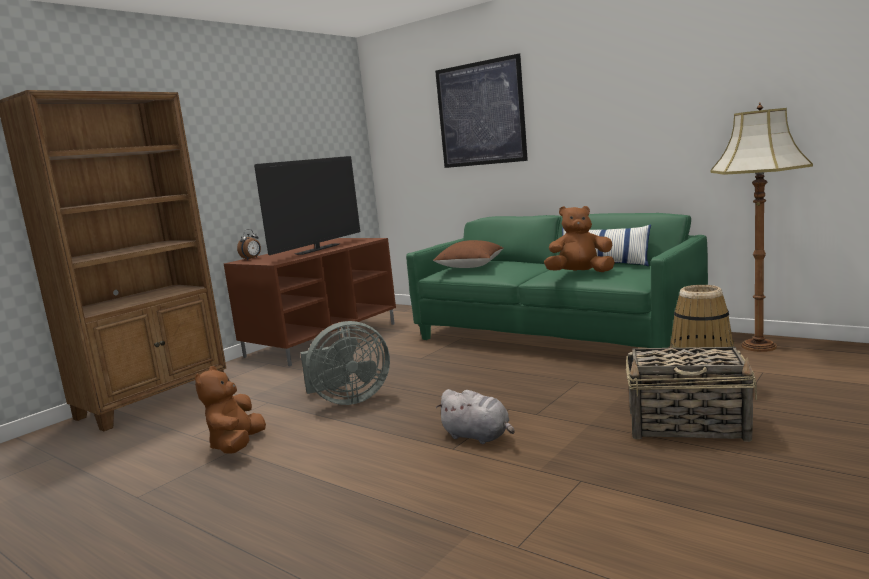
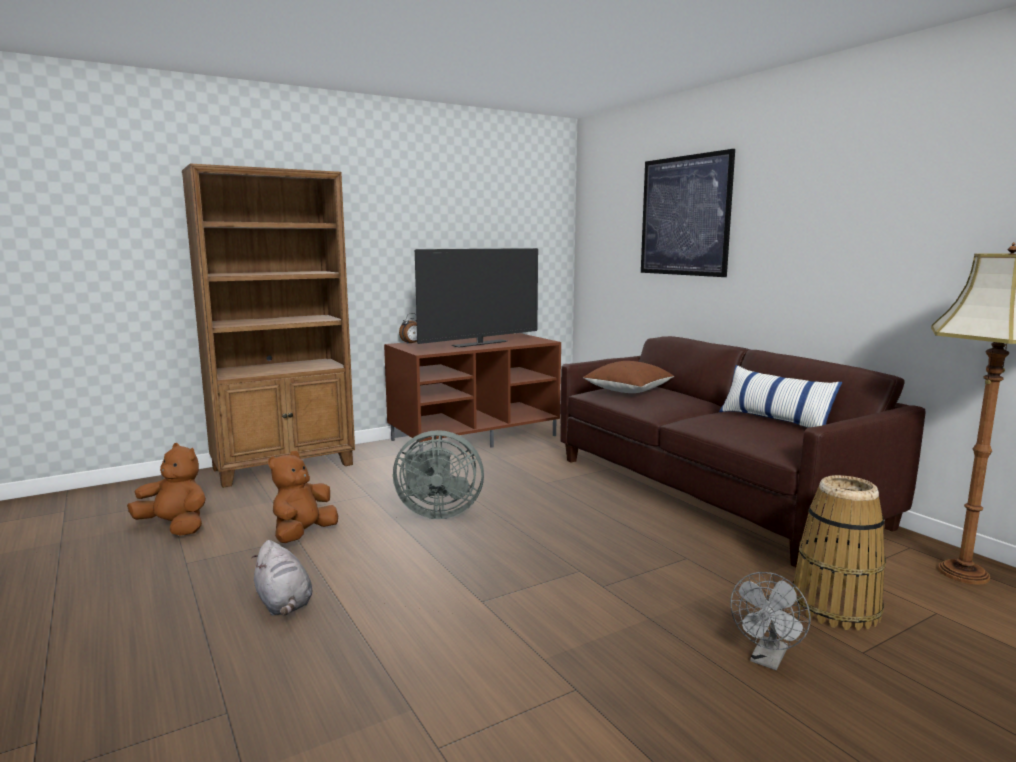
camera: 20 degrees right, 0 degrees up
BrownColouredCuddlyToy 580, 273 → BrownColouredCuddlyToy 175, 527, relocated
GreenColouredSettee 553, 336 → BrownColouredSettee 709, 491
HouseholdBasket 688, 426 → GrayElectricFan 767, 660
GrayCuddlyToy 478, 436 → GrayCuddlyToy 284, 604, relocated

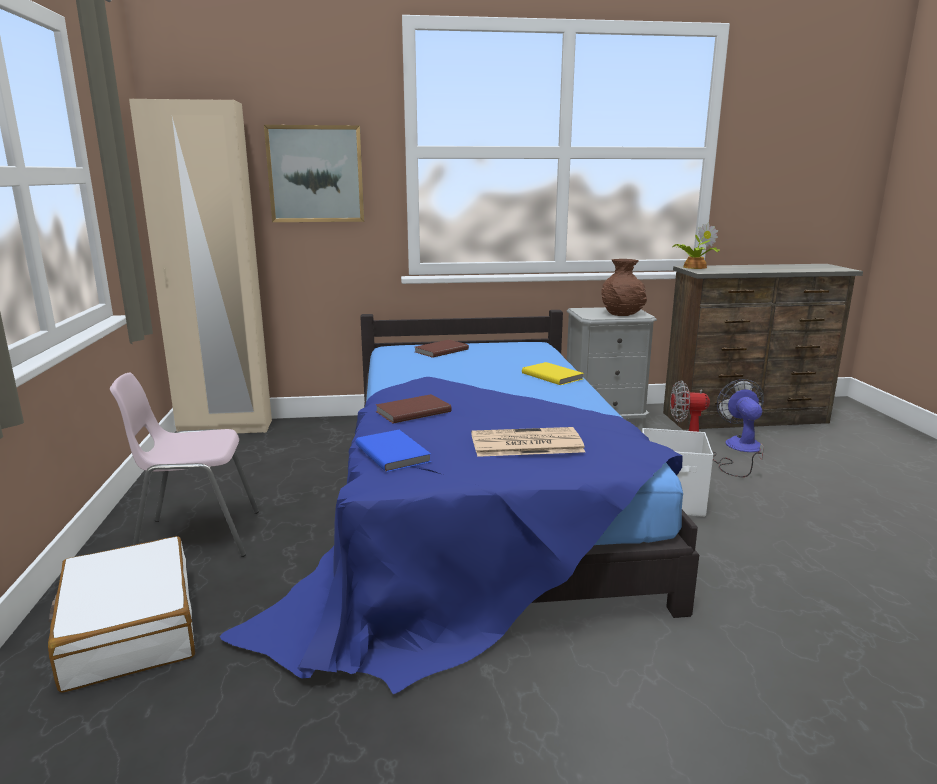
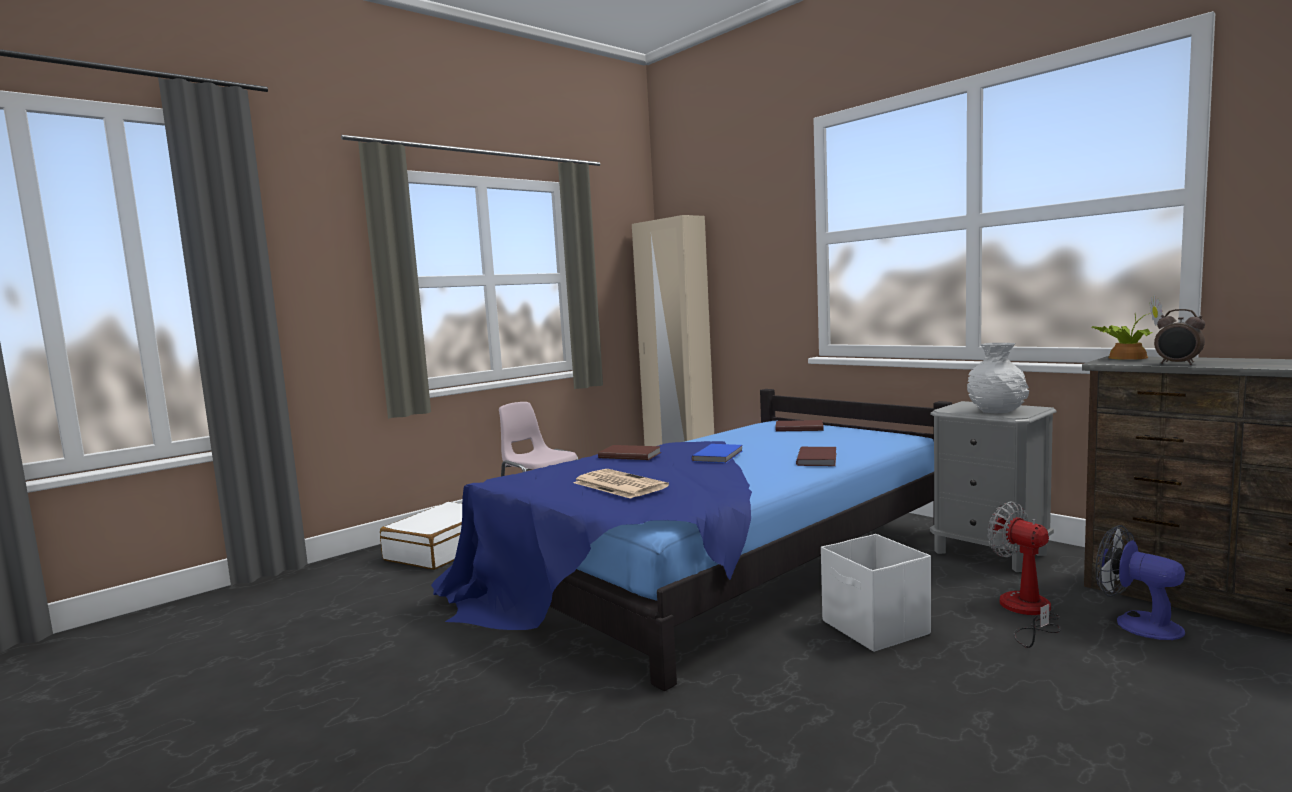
camera: 55 degrees right, 10 degrees down
Picture 316, 174 → -
BrownColouredFlowerVase 622, 314 → WhitishFlowerVase 997, 411
YellowishBoundBook 552, 375 → BrownColouredBoundBook 818, 459
ElectricFan 740, 442 → ElectricFan 1137, 623, 90 degrees counterclockwise
BlueColouredBoundBook 394, 453 → BlueColouredBoundBook 719, 456, relocated
- → AlarmClock 1178, 364

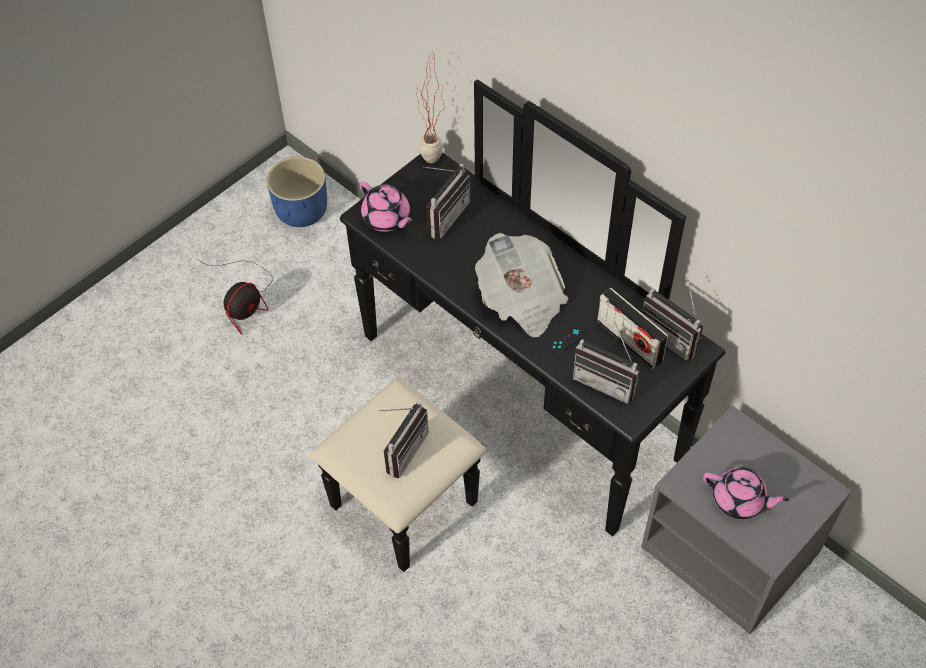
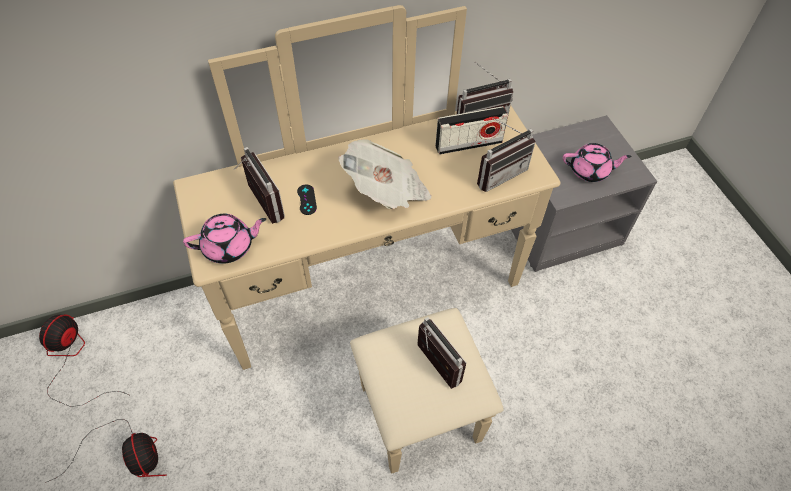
camera: 65 degrees left, 0 degrees up
PlantInAPot 432, 165 → -
BlackColouredChestOfDrawers 495, 421 → BeigeChestOfDrawers 383, 312
BlueColouredPlanter 302, 211 → ElectricFan 73, 361
BlackColouredJoypad 566, 339 → BlackColouredJoypad 307, 199, relocated
PinkPotForTea 739, 500 → PinkPotForTea 590, 171, 45 degrees clockwise

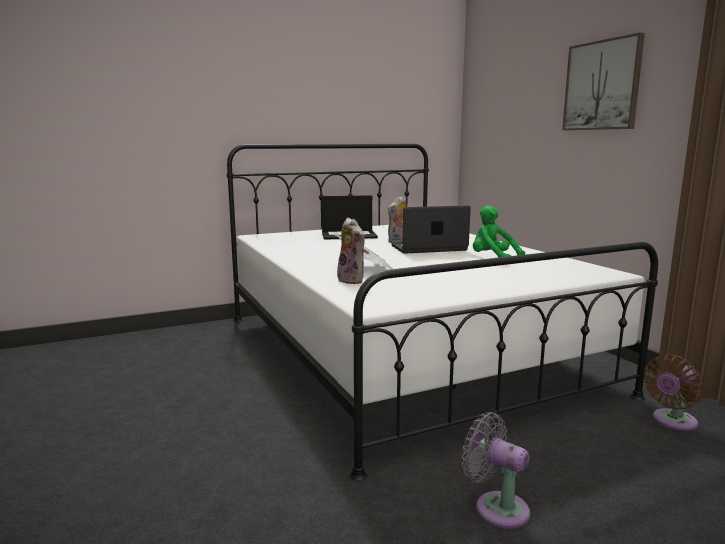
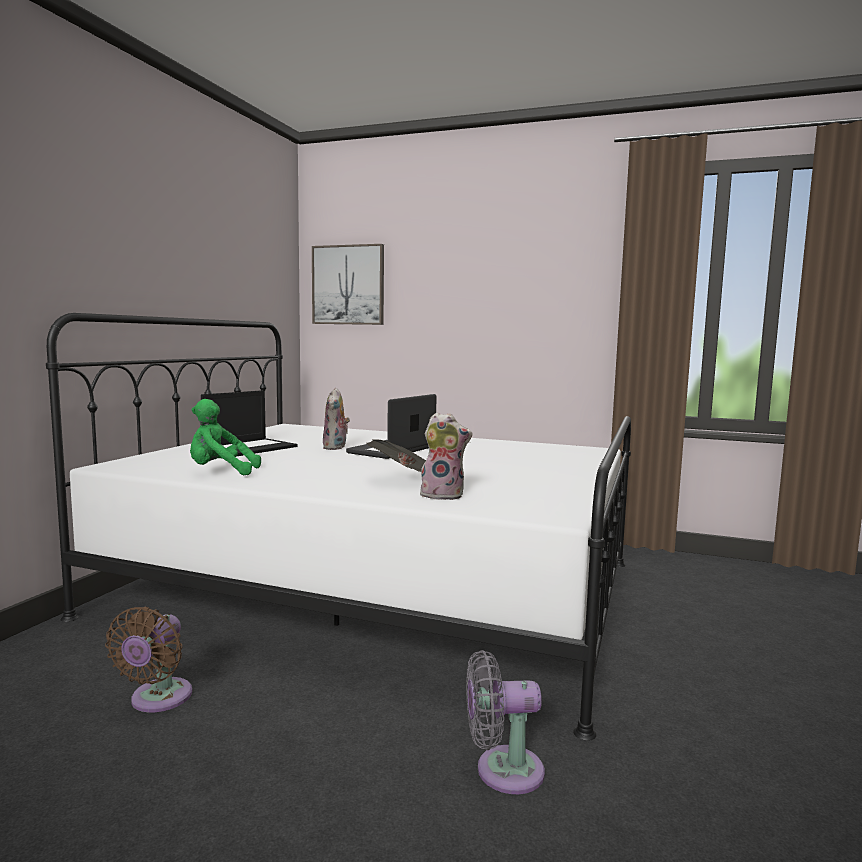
camera: 45 degrees left, 5 degrees down
Picture 602, 85 → Picture 348, 285, relocated
GreenColouredCuddlyToy 493, 259 → GreenColouredCuddlyToy 220, 472, relocated
BrownColouredElectricFan 672, 422 → BrownColouredElectricFan 157, 700, relocated
GrayElectricFan 496, 507 → GrayElectricFan 502, 770, relocated

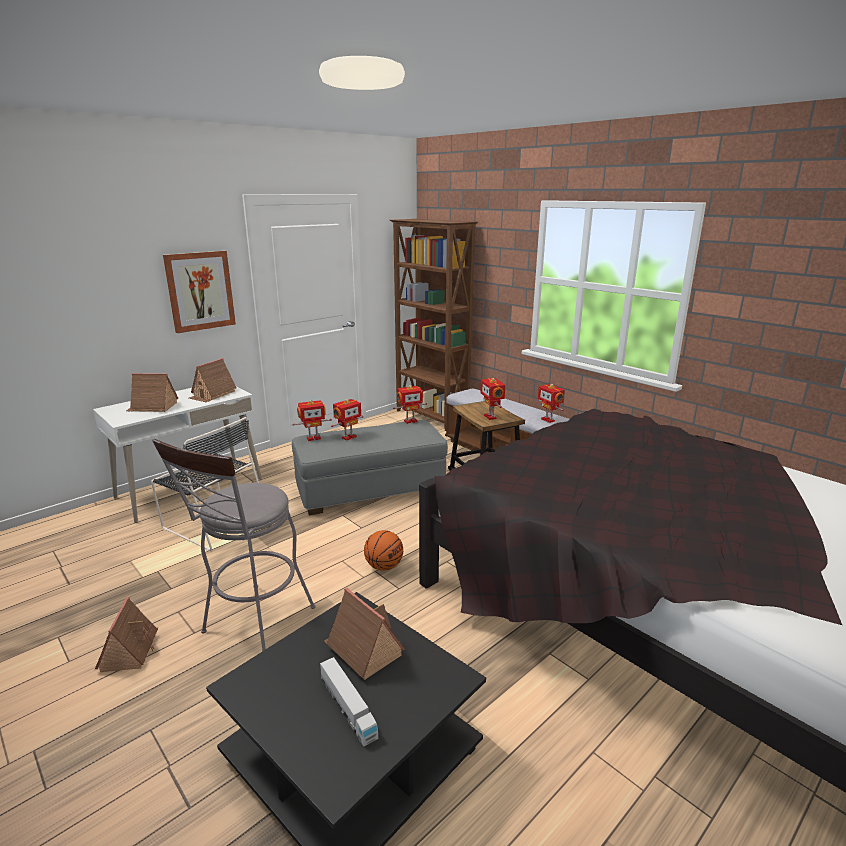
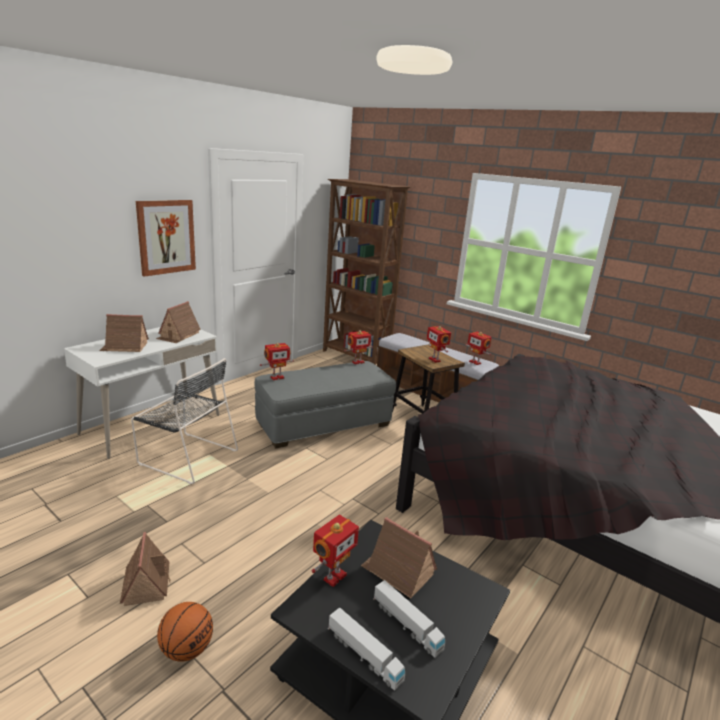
camera: 10 degrees left, 0 degrees up
ModelRobot 348, 437 → ModelRobot 333, 576, relocated
GrayStool 253, 625 → -
Basketball 384, 566 → Basketball 187, 649, relocated
- → ToyTruck 364, 655

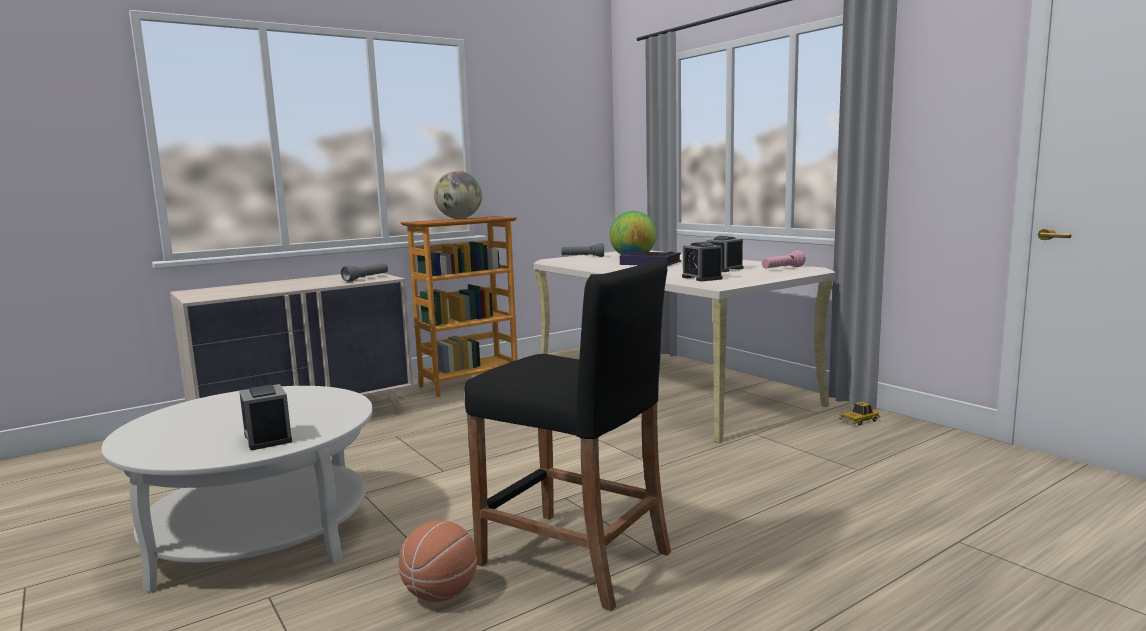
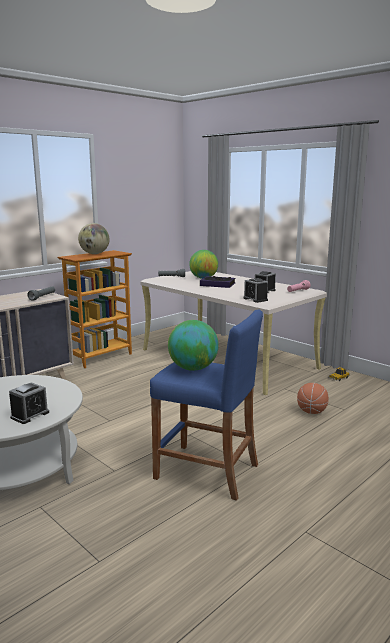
camera: 10 degrees left, 5 degrees up
BlackColouredStool 574, 558 → BlueColouredStool 206, 471
AlarmClock 268, 438 → AlarmClock 30, 415, 105 degrees counterclockwise
Basketball 441, 594 → Basketball 311, 412, relocated
- → DeskGlobe 193, 368

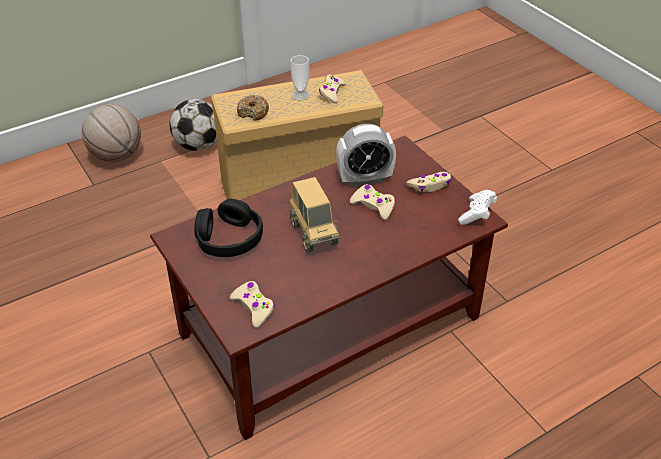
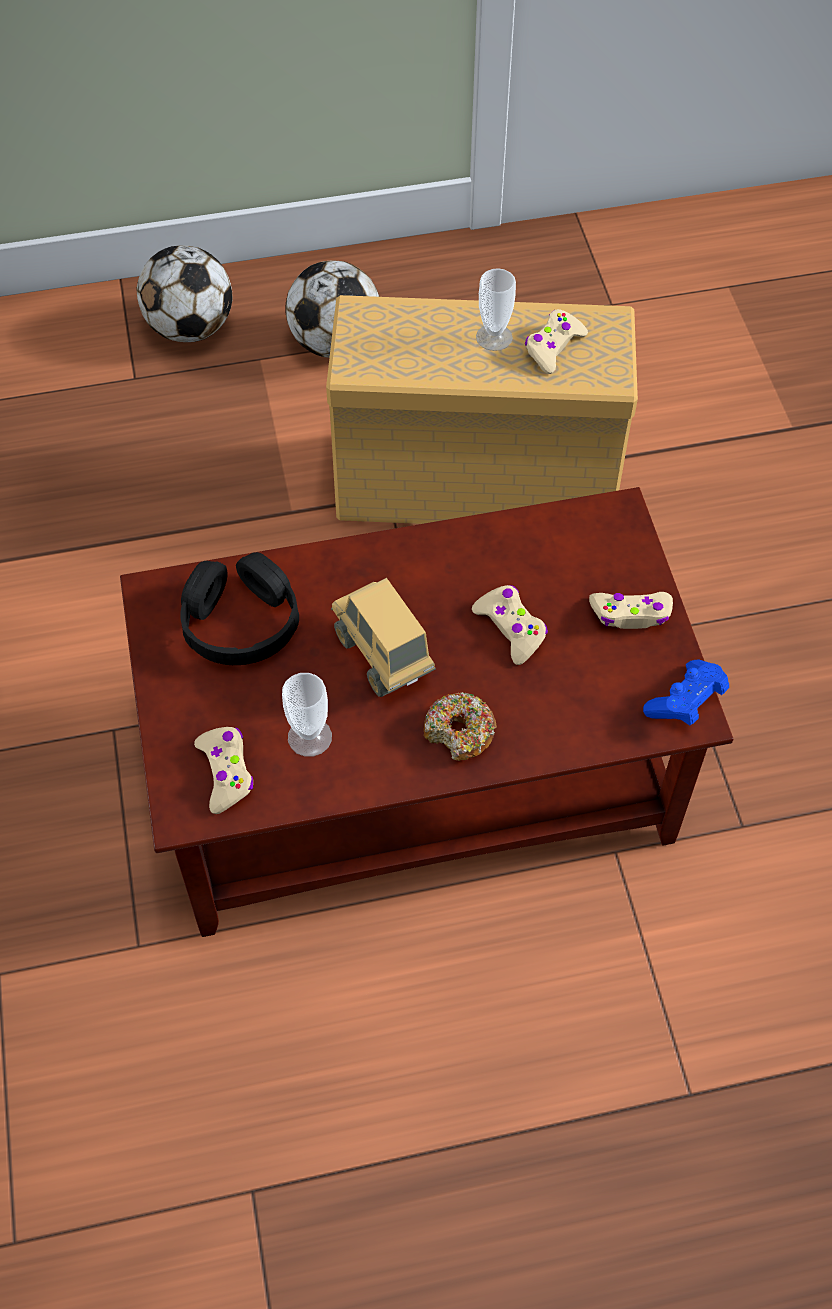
camera: 20 degrees right, 15 degrees up
Donut 253, 112 → Donut 459, 732, relocated
Basketball 116, 156 → Football 191, 328
AlarmClock 365, 179 → -
ToyTruck 313, 234 → ToyTruck 383, 656, 150 degrees clockwise
WhitishJoypad 476, 214 → BlueColouredJoypad 685, 702
- → SmallCup 309, 737

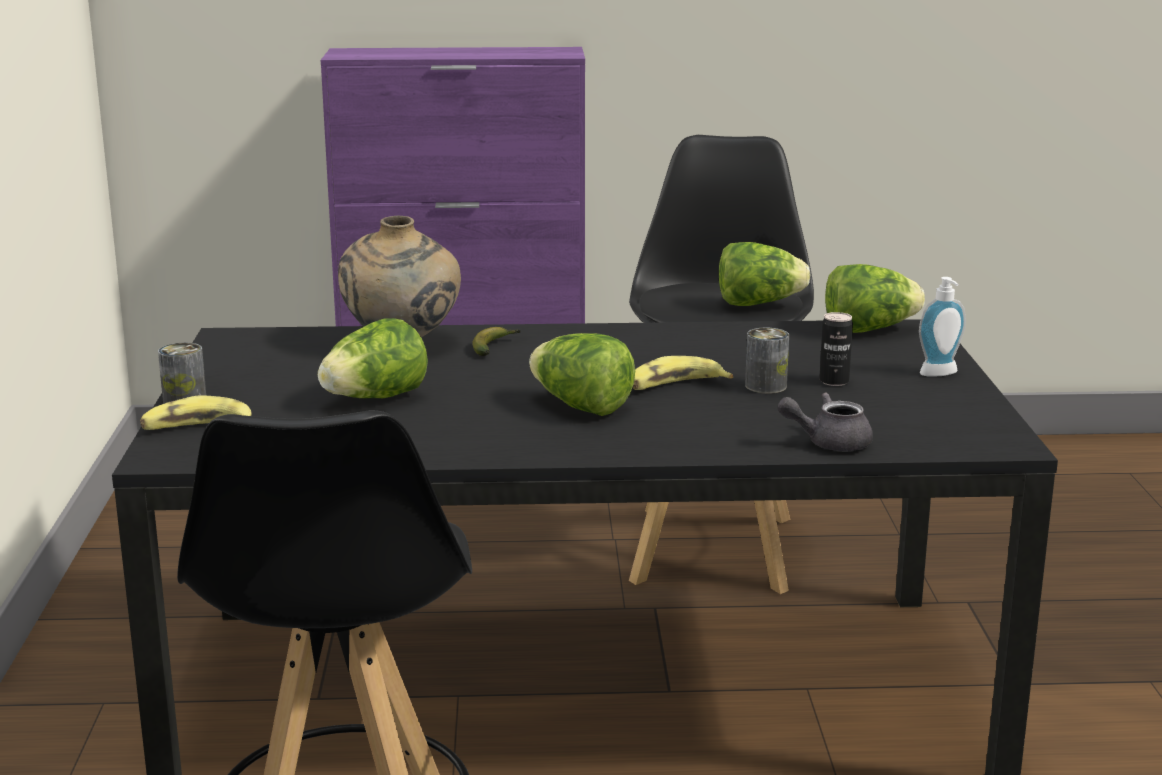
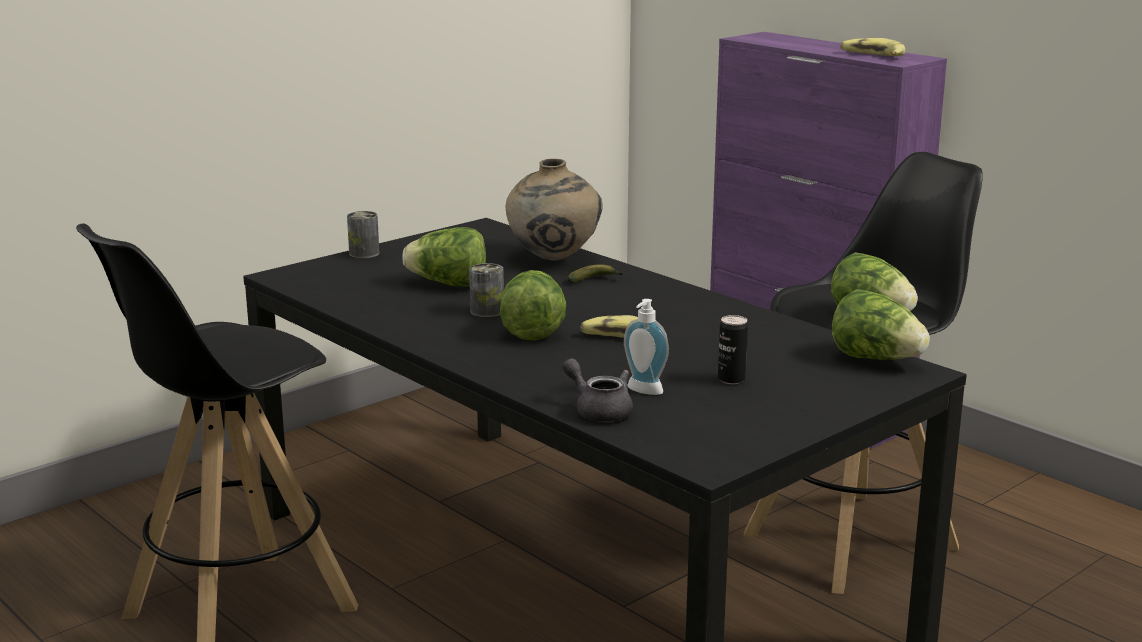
camera: 50 degrees right, 0 degrees up
SoapDispenser 941, 374 → SoapDispenser 642, 391, relocated
Can 765, 386 → Can 487, 311, relocated
Banana 197, 429 → Banana 872, 56, relocated

